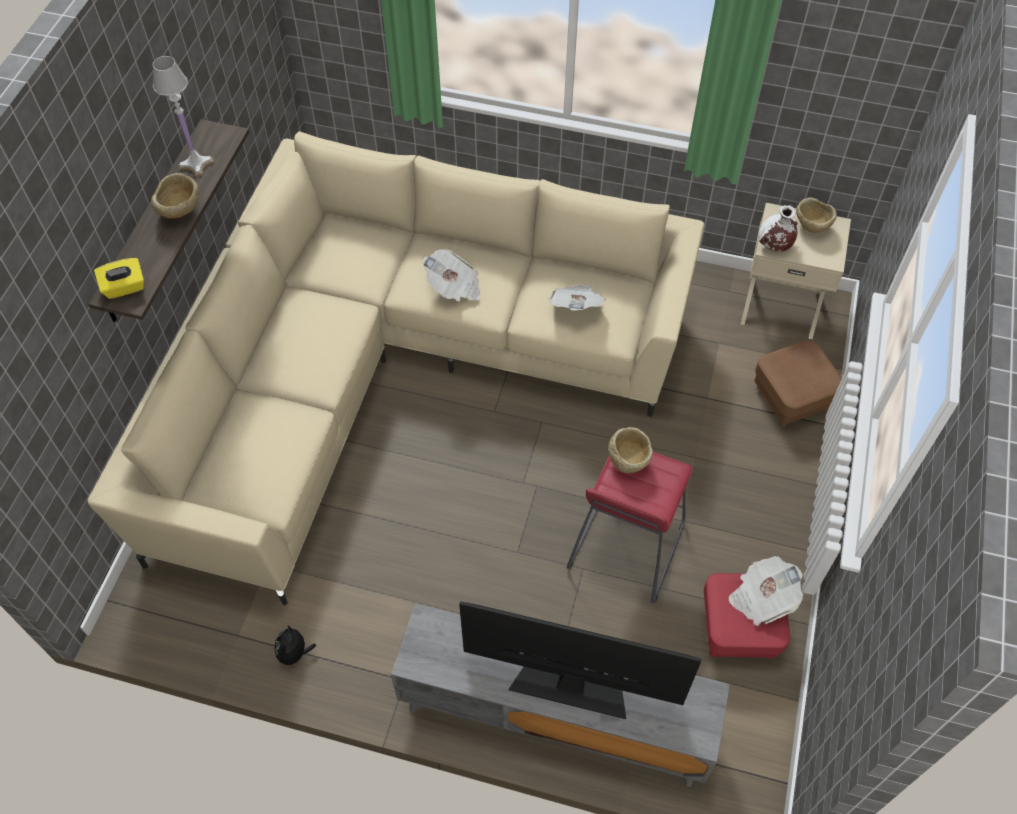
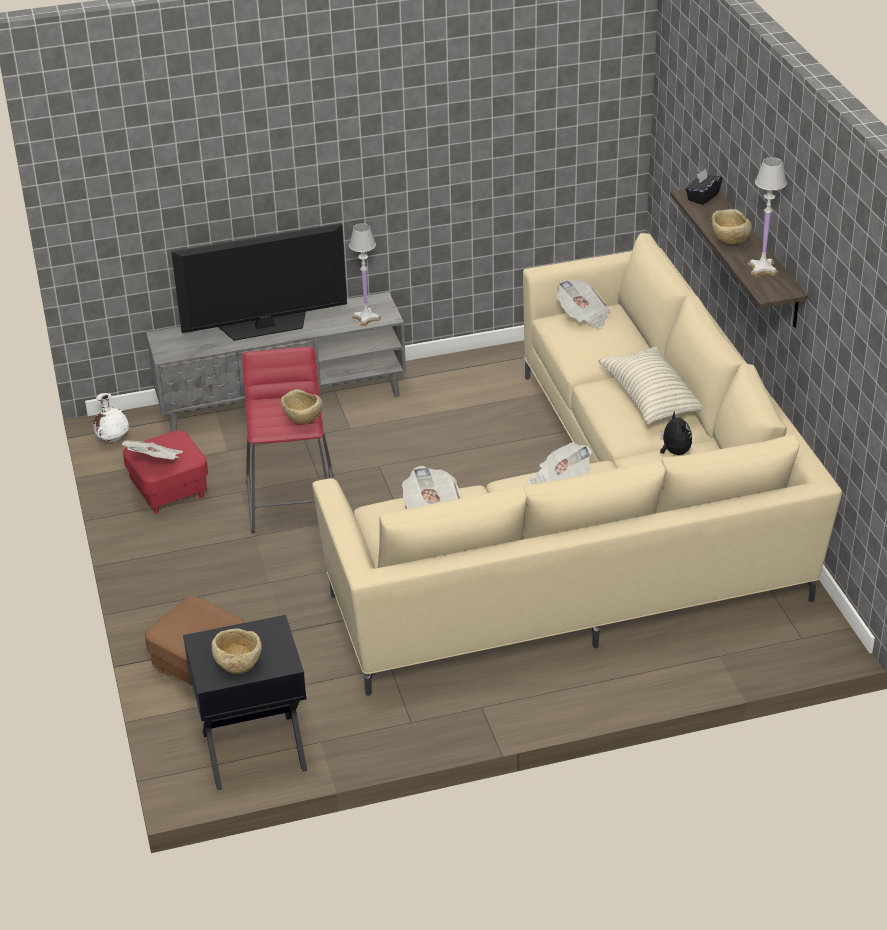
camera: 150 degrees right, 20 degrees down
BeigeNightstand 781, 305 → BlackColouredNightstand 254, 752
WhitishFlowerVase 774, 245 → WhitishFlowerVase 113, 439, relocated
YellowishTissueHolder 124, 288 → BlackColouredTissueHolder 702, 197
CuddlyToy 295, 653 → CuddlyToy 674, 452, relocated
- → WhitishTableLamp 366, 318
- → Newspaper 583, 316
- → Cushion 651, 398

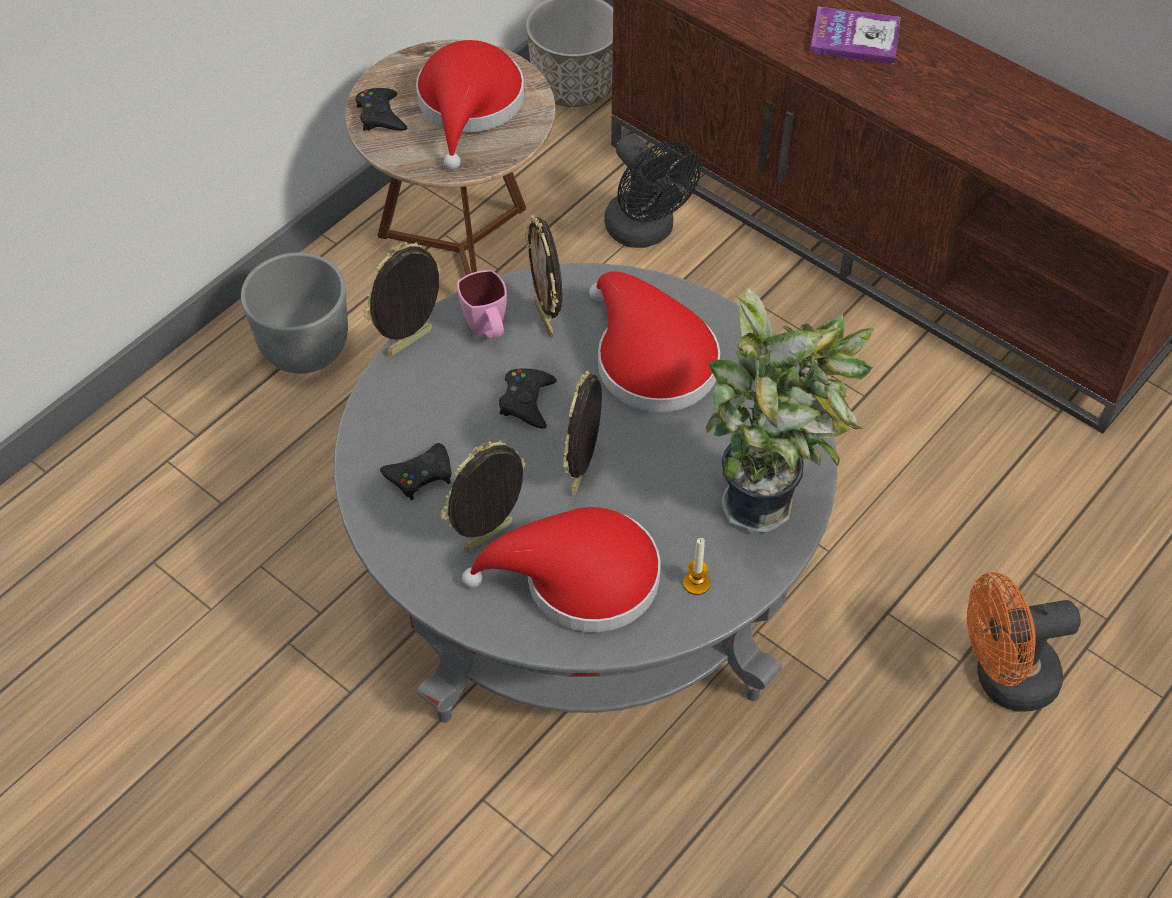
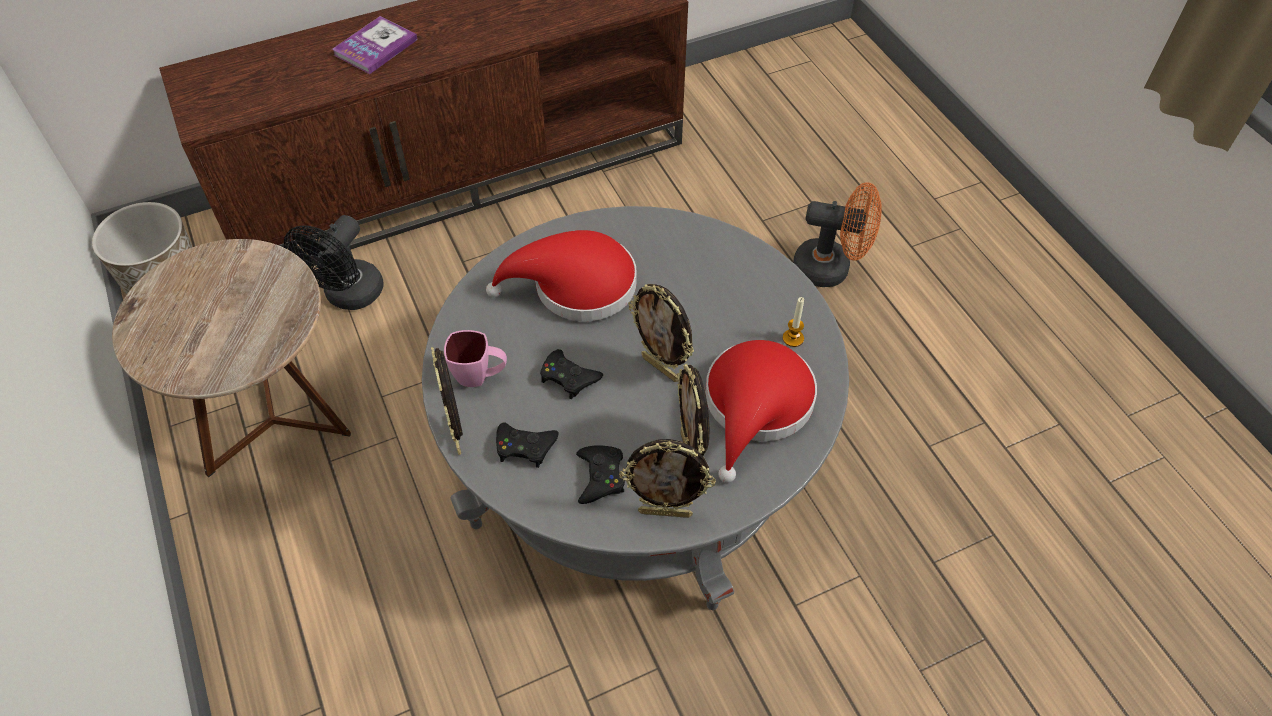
camera: 65 degrees left, 0 degrees up
ReddishWearableHat 469, 106 → -
BlackColouredJoypad 381, 115 → BlackColouredJoypad 525, 447, relocated
BlackColouredElectricFan 645, 232 → BlackColouredElectricFan 349, 296, 120 degrees clockwise
PhotoFrame 546, 319 → PhotoFrame 665, 512, relocated
GrayPlanter 306, 349 → -
PlantInAPot 765, 503 → -
OrangeyElectricFan 1003, 679 → OrangeyElectricFan 831, 268, 90 degrees counterclockwise

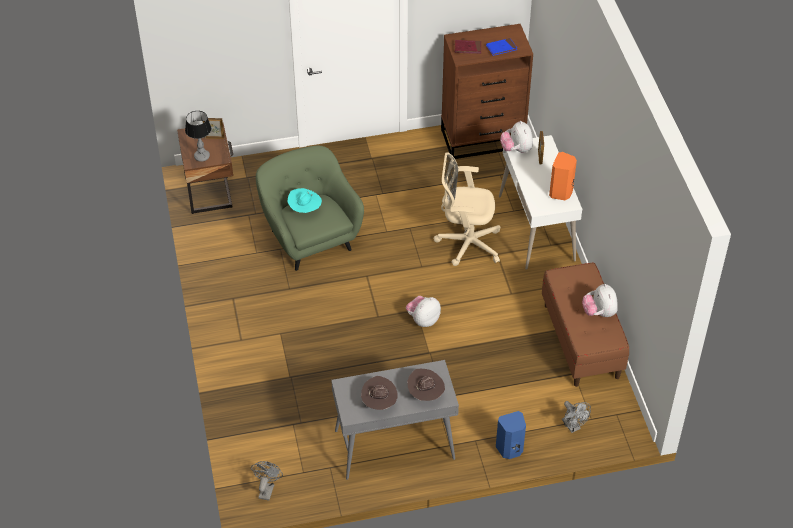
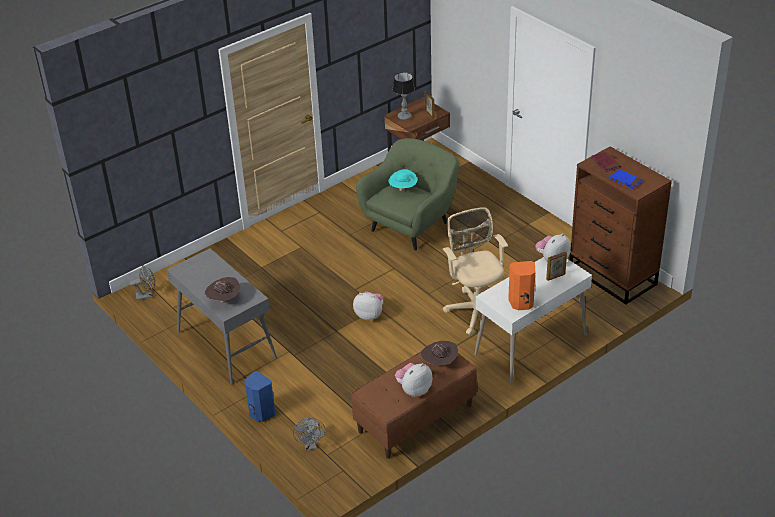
camera: 65 degrees right, 10 degrees down
BrownColouredWearableHat 379, 403 → BrownColouredWearableHat 439, 363, relocated
GrayElectricFan 573, 427 → GrayElectricFan 310, 445, 45 degrees counterclockwise

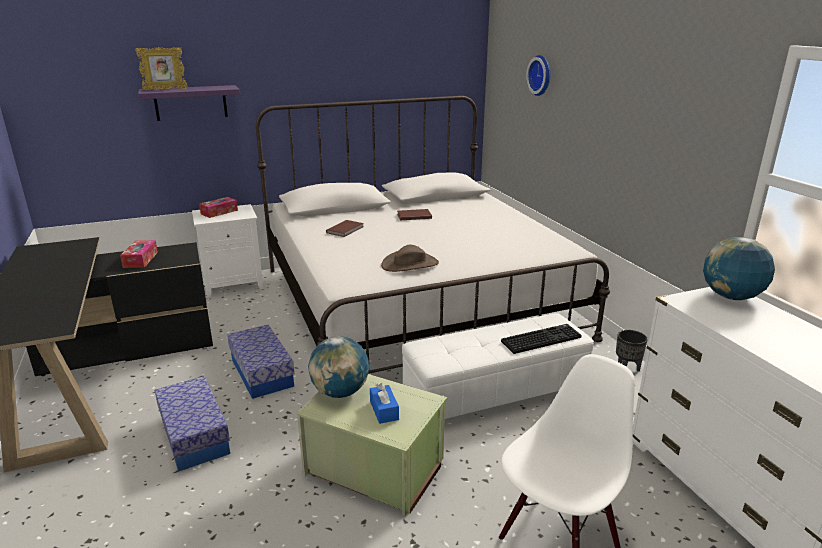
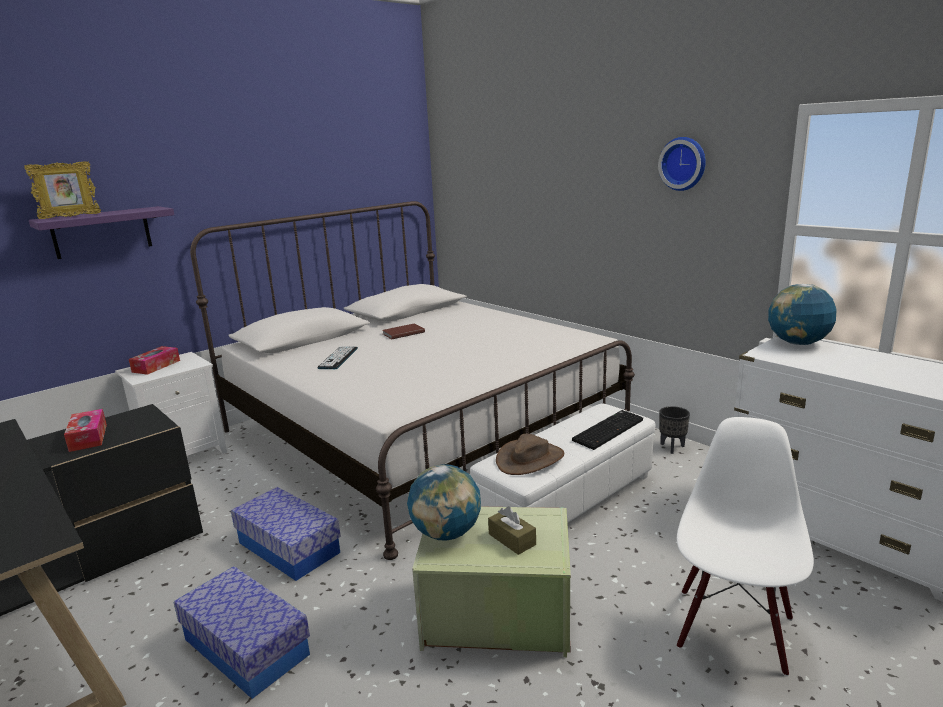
camera: 20 degrees left, 5 degrees down
WallClock 541, 75 → WallClock 683, 163, relocated
BrownColouredBoundBook 346, 230 → PcKeyboard 338, 358
BrownColouredWearableHat 410, 264 → BrownColouredWearableHat 530, 459, relocated
BlueColouredTissueHolder 384, 410 → BrownColouredTissueHolder 512, 539

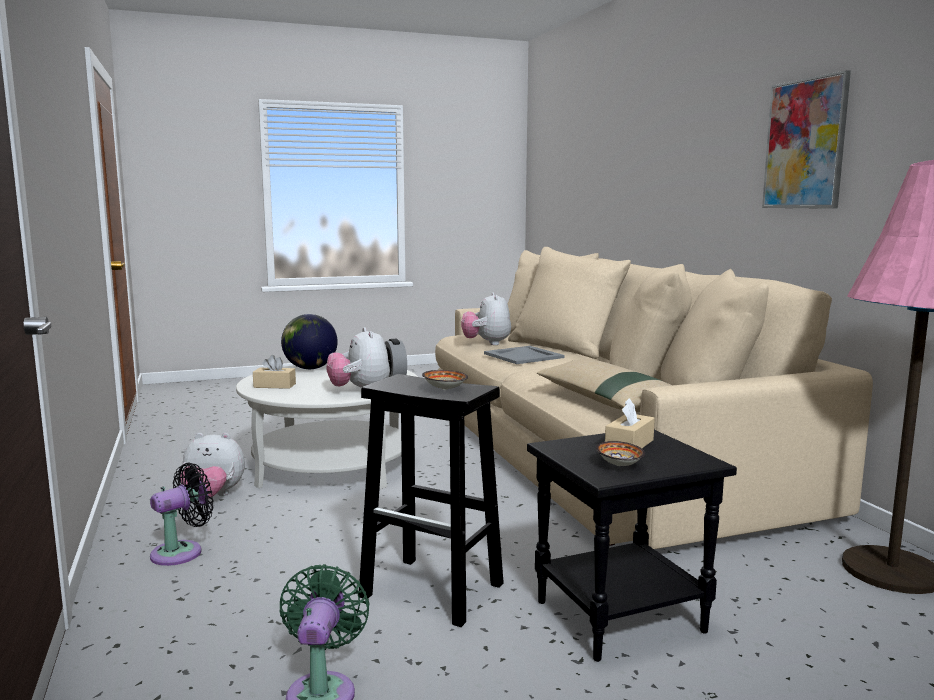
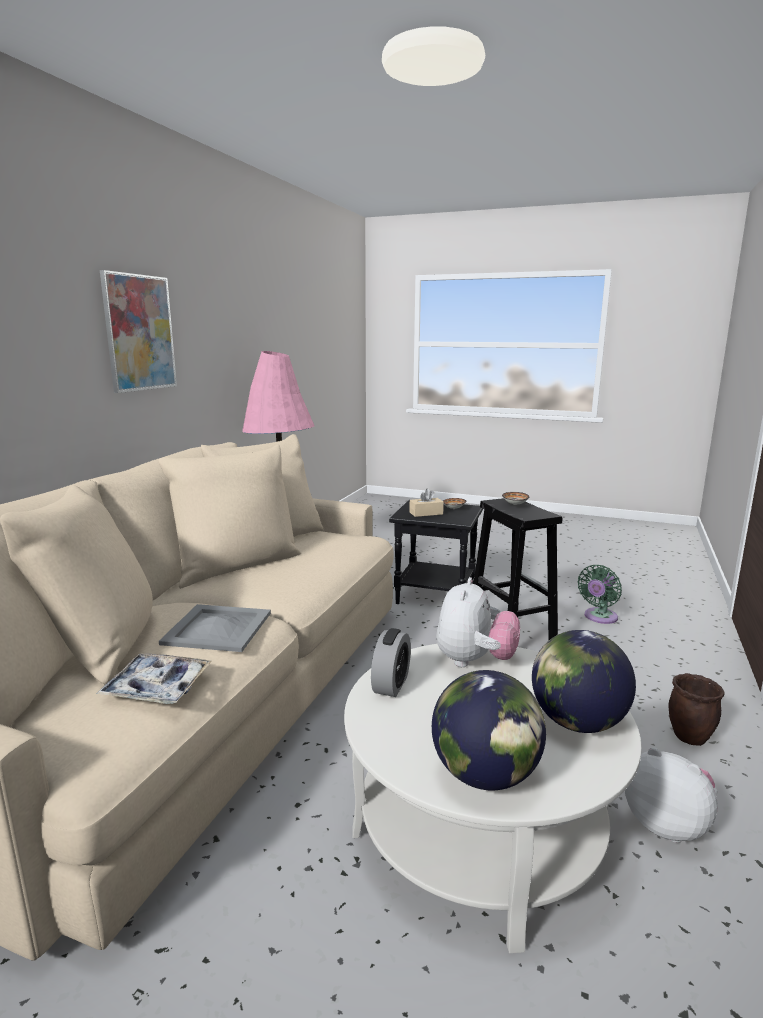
camera: 140 degrees left, 5 degrees up
CuddlyToy 486, 343 → ServingTray 157, 687
BeigeTissueHolder 274, 385 → DeskGlobe 577, 723
BeigeCushion 607, 401 → -
BlackColouredElectricFan 182, 552 → BrownColouredPlanter 690, 737

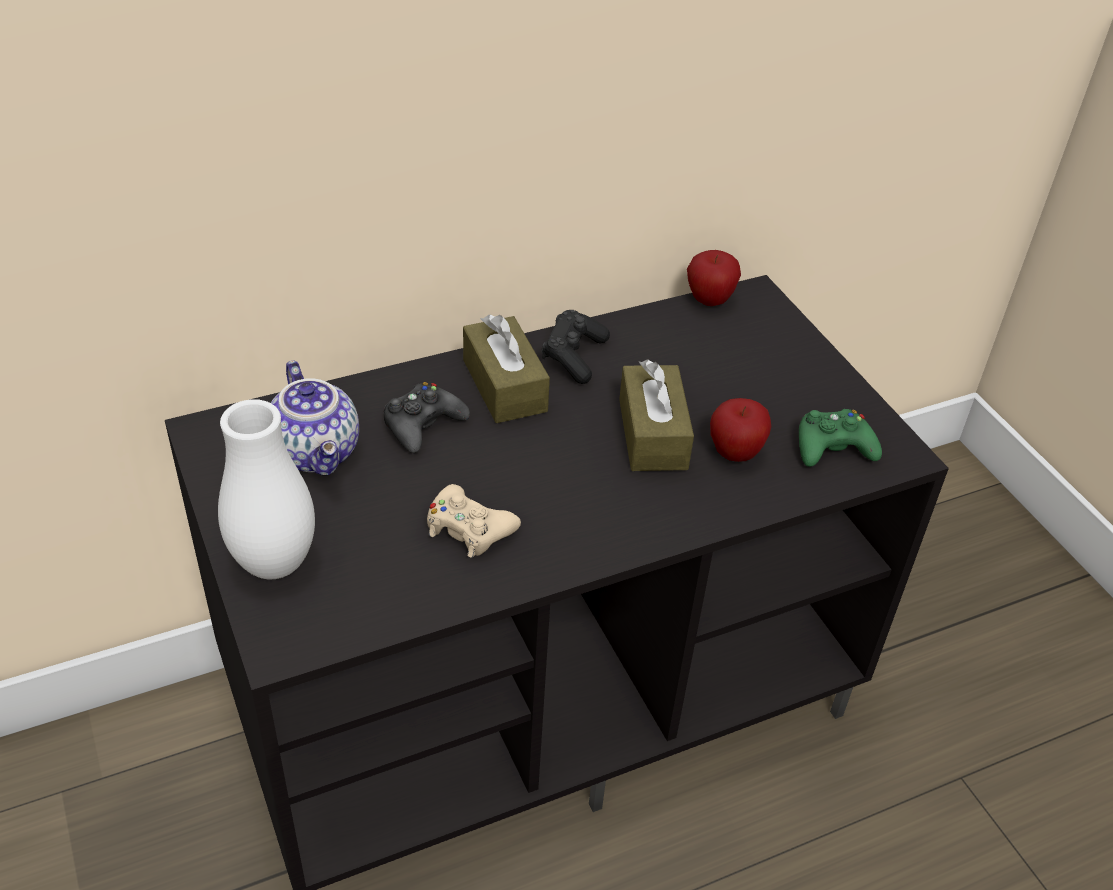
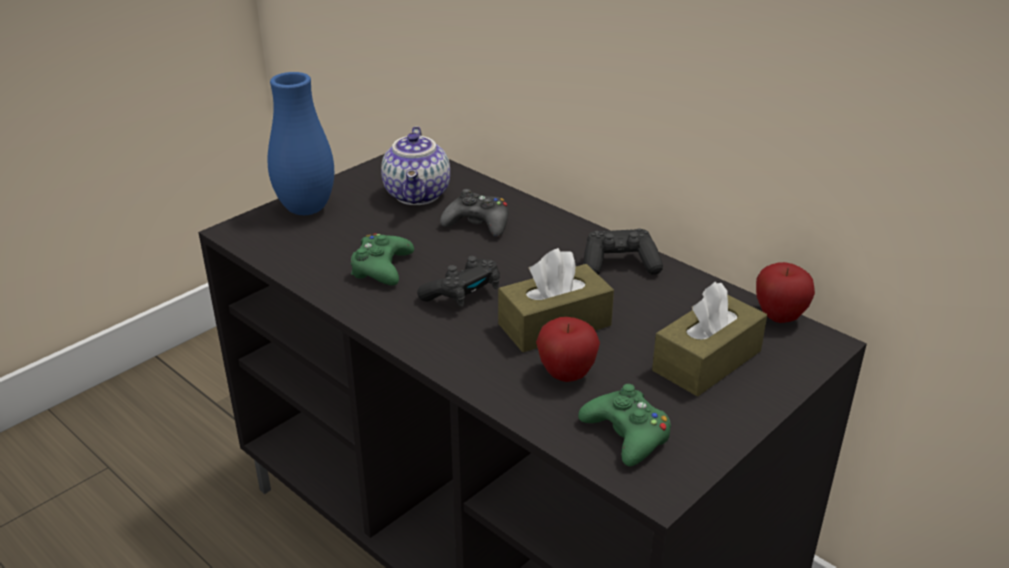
camera: 70 degrees right, 10 degrees down
BrownColouredTissueHolder 504, 385 → BrownColouredTissueHolder 707, 361, relocated
PotForTea 318, 452 → PotForTea 419, 195, 45 degrees counterclockwise
WhitishFlowerVase 274, 563 → BlueColouredFlowerVase 306, 209
BeigeJoypad 469, 529 → GreenColouredJoypad 381, 268
- → BlackColouredJoypad 463, 294

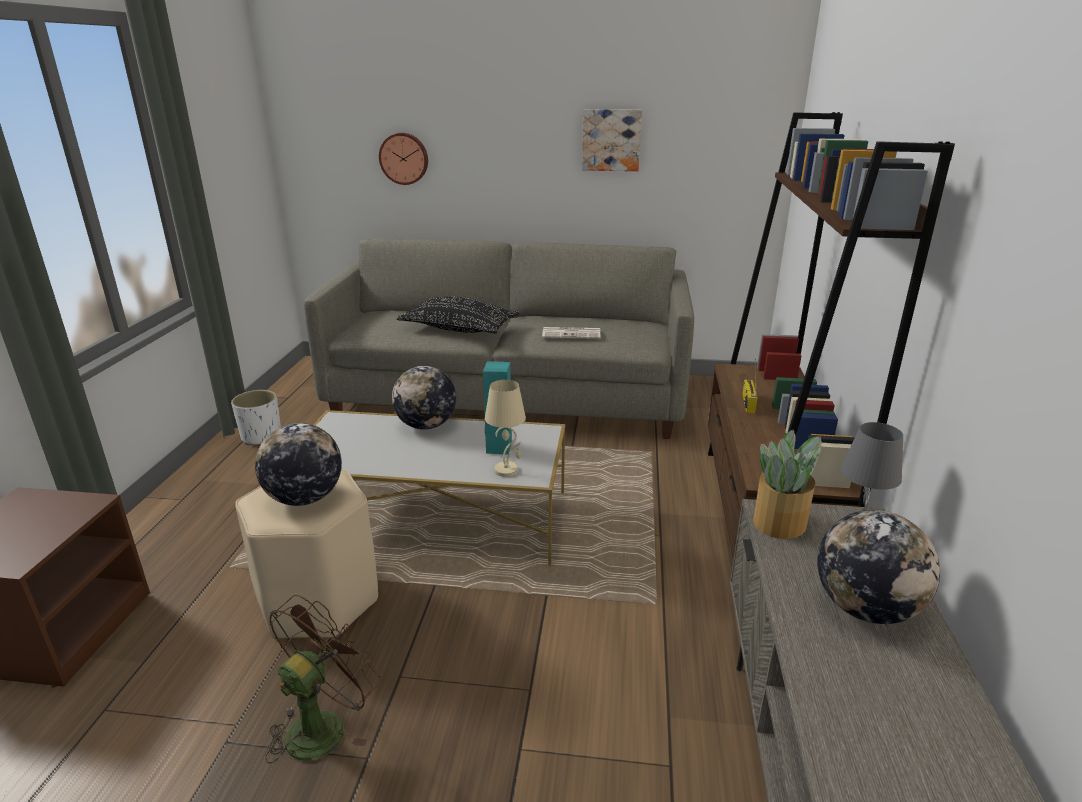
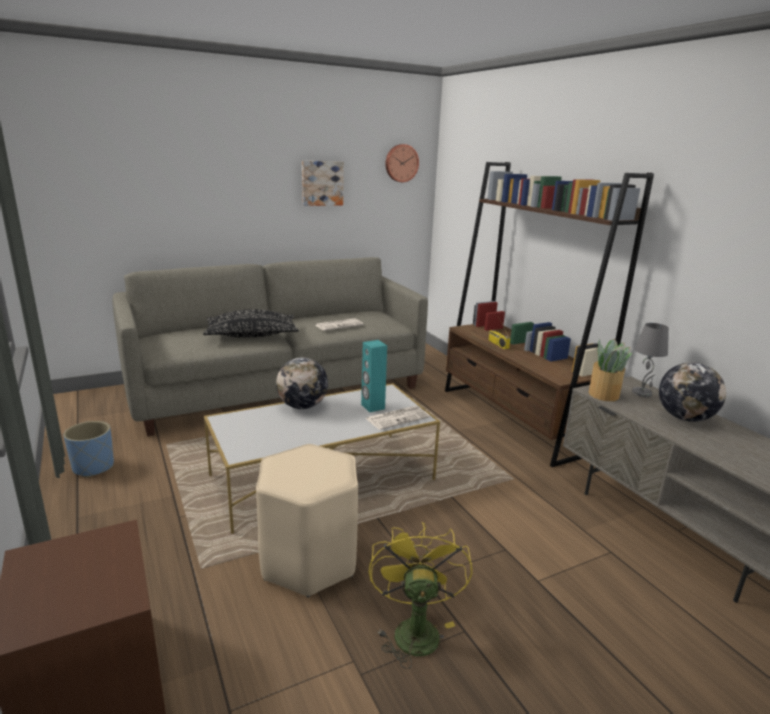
camera: 35 degrees left, 5 degrees down
WallClock 404, 158 → WallClock 401, 163, relocated
BeigeTableLamp 507, 470 → Newspaper 398, 418
WhitishPlanter 261, 437 → BlueColouredPlanter 93, 467
DeskGlobe 305, 498 → -
BrownColouredElectricFan 324, 725 → YellowishElectricFan 414, 628

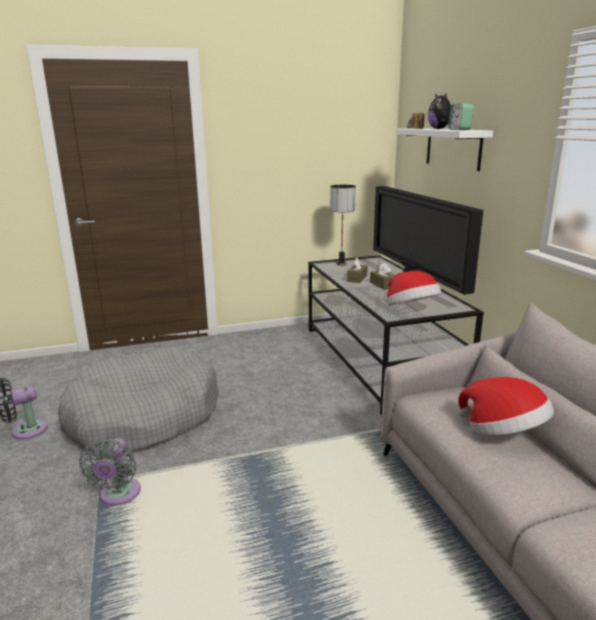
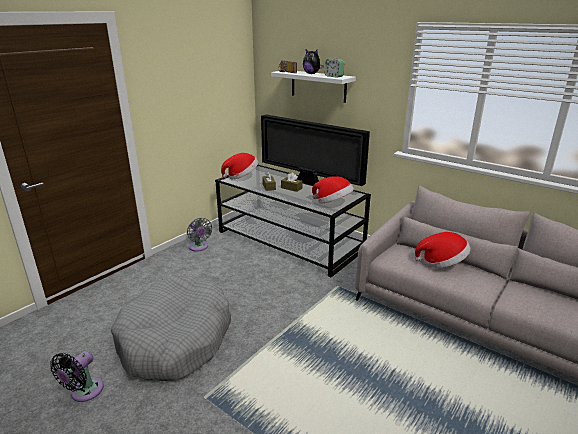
camera: 35 degrees left, 5 degrees up
TableLamp 341, 264 → WearableHat 241, 176
GrayElectricFan 118, 495 → GrayElectricFan 199, 247, relocated

